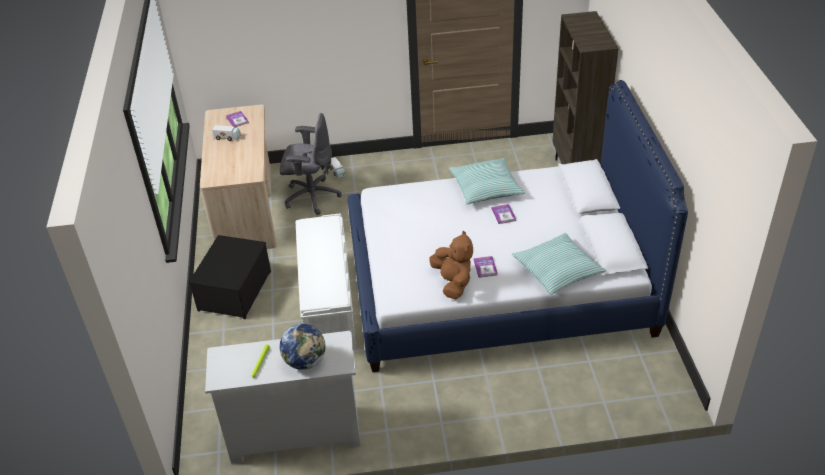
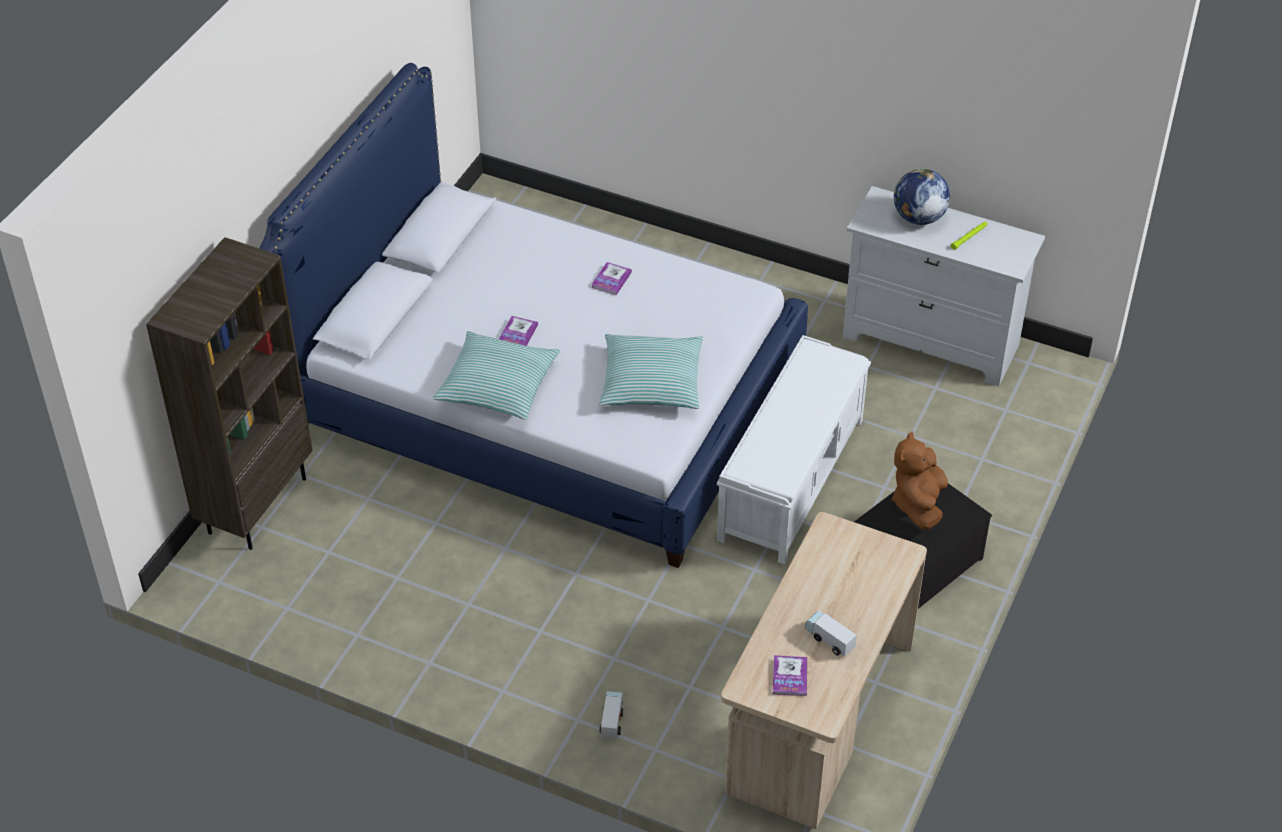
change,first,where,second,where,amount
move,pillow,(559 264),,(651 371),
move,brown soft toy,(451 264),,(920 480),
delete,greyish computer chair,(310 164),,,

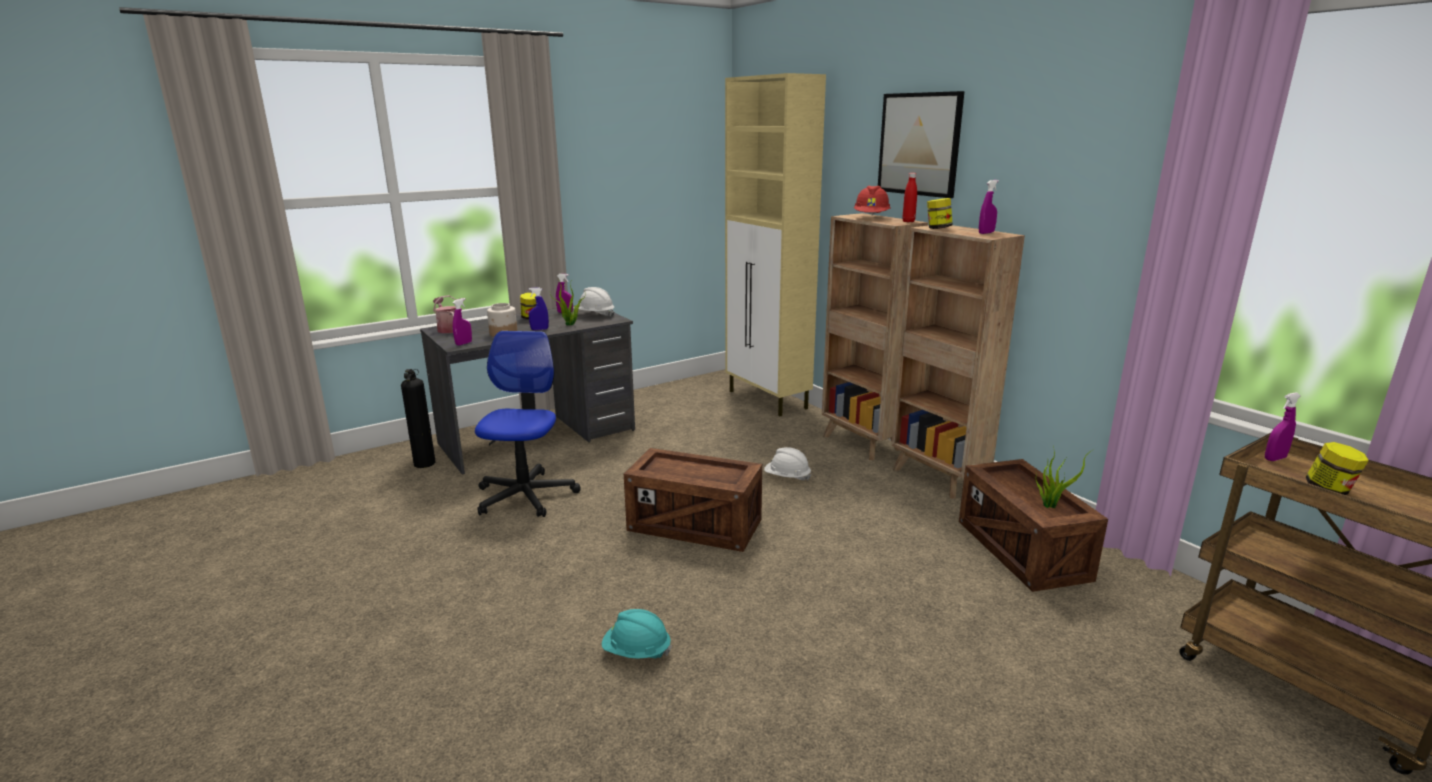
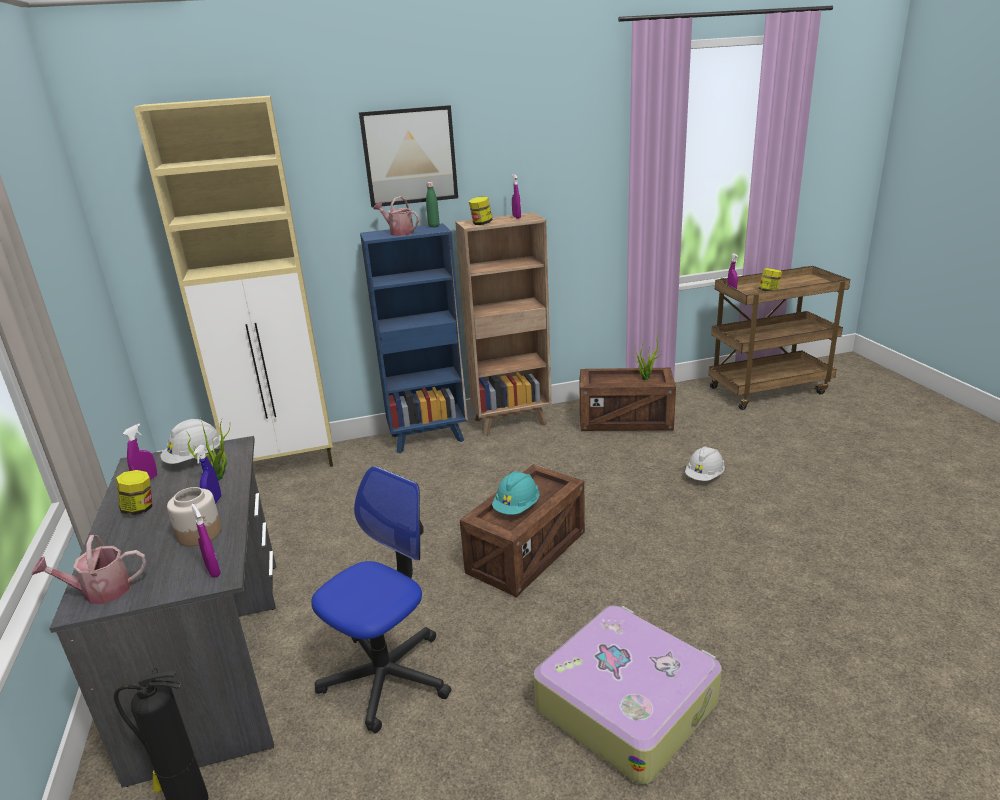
change,first,where,second,where,amount
rotate,computer chair,(528 424),,(381 599),105 degrees clockwise
recolor,brown shelving unit,(875 336),blue-coloured shelving unit,(414 338),
replace,red work helmet,(872 201),sprinkling can,(396 216),
recolor,red beverage bottle,(909 197),green-coloured beverage bottle,(433 204),
move,turquoise-coloured work helmet,(637 634),,(516 493),
insert,,,travel case,(628 695),
move,whitish work helmet,(788 464),,(705 463),

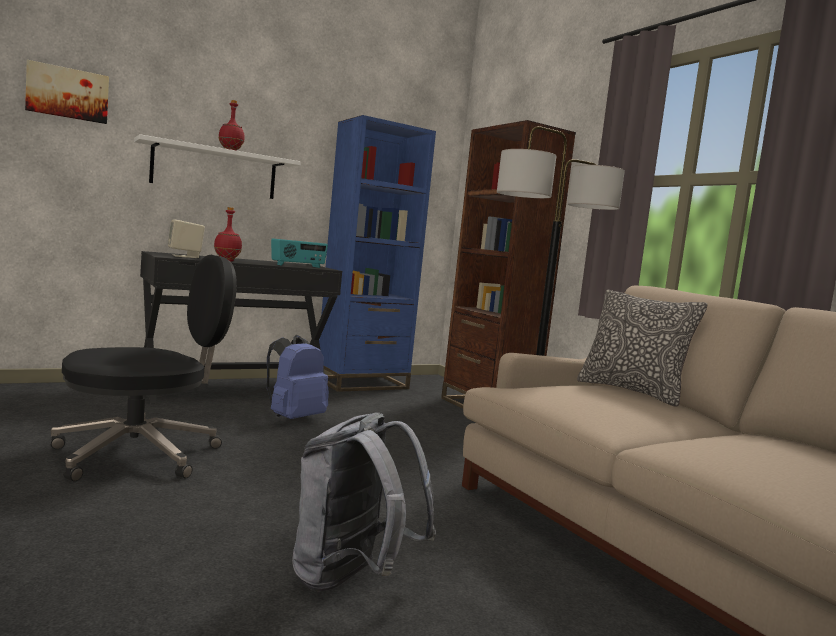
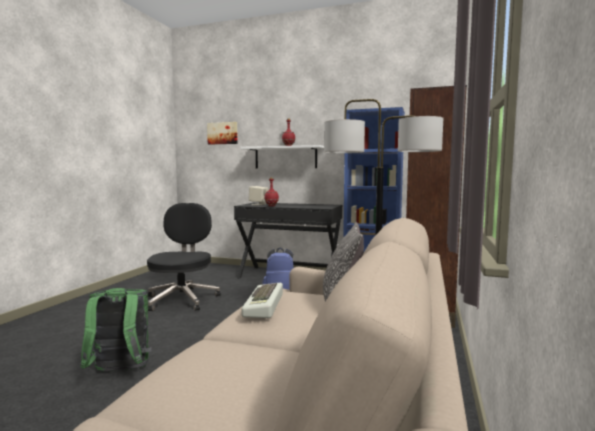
change,first,where,second,where,amount
recolor,greyish rucksack,(364 502),green-coloured rucksack,(116 330),
rotate,blackish computer chair,(144 368),,(184 257),105 degrees counterclockwise
insert,,,keyboard,(262 300),
delete,radio set,(299 253),,,

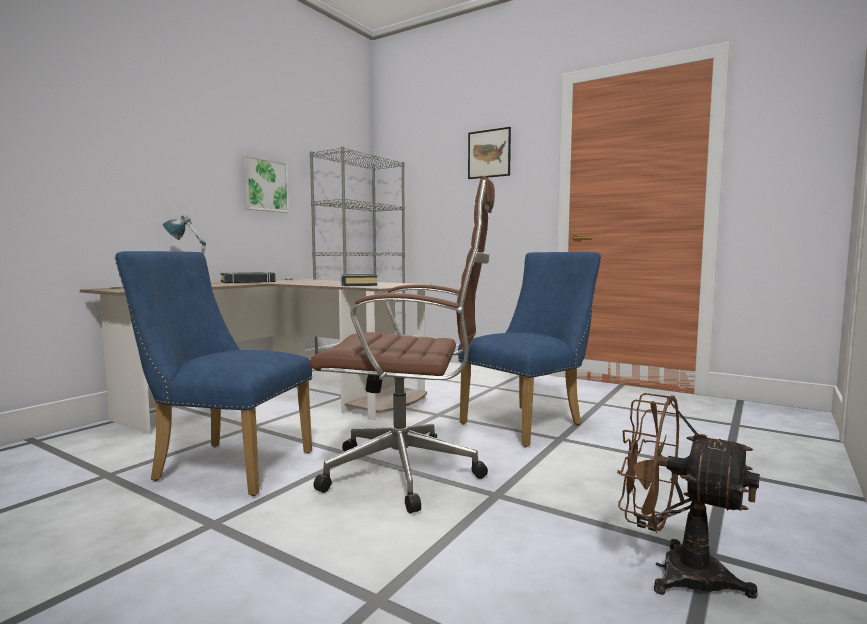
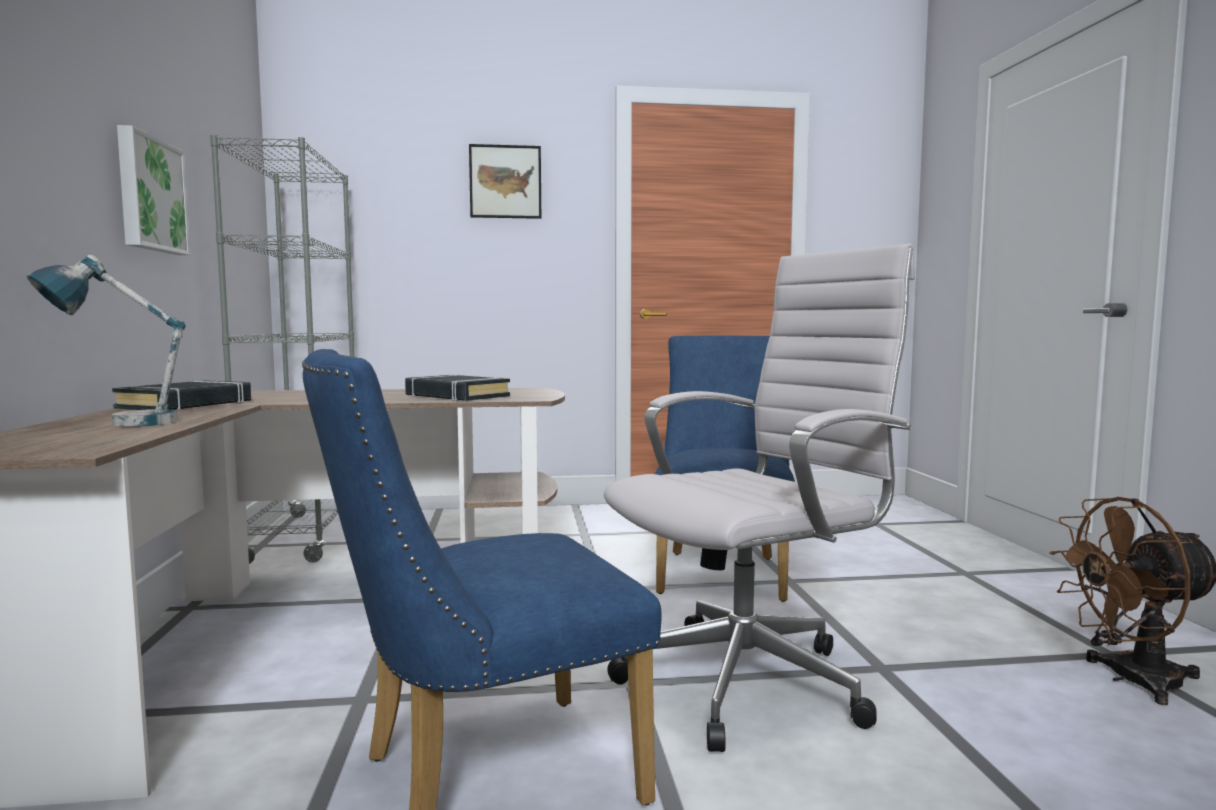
change,first,where,second,where,amount
recolor,brown computer chair,(402 345),whitish computer chair,(759 498),

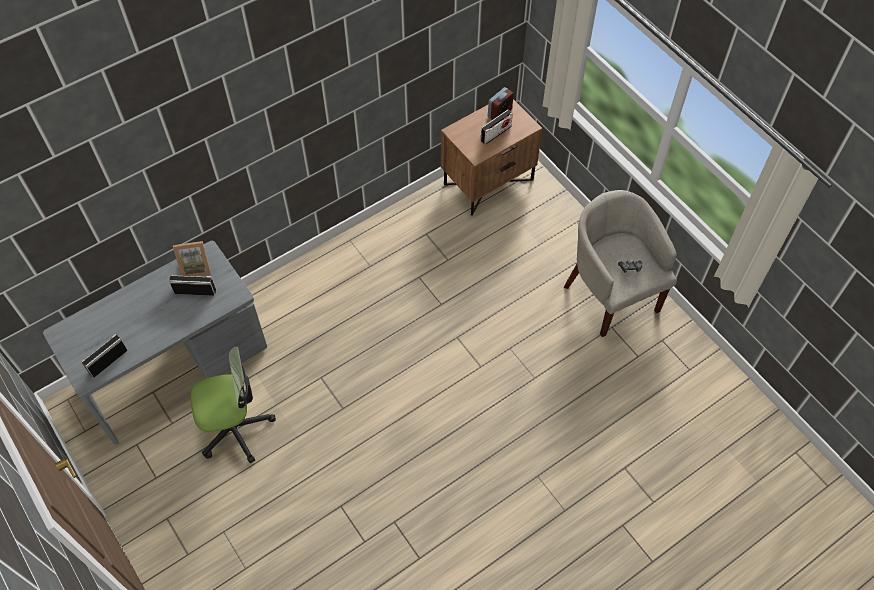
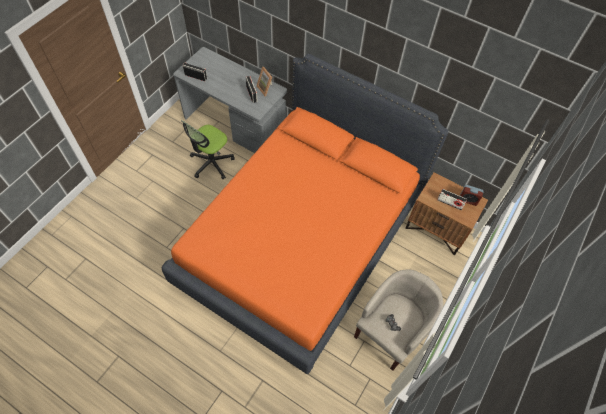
change,first,where,second,where,amount
insert,,,orange-coloured sleeping bed,(305 214),
rotate,computer chair,(233 404),,(208 149),75 degrees clockwise

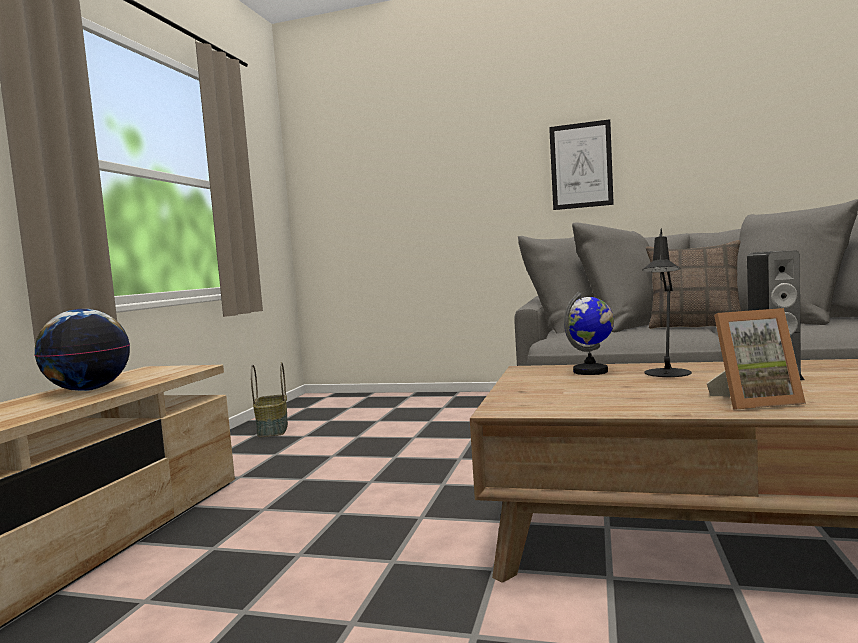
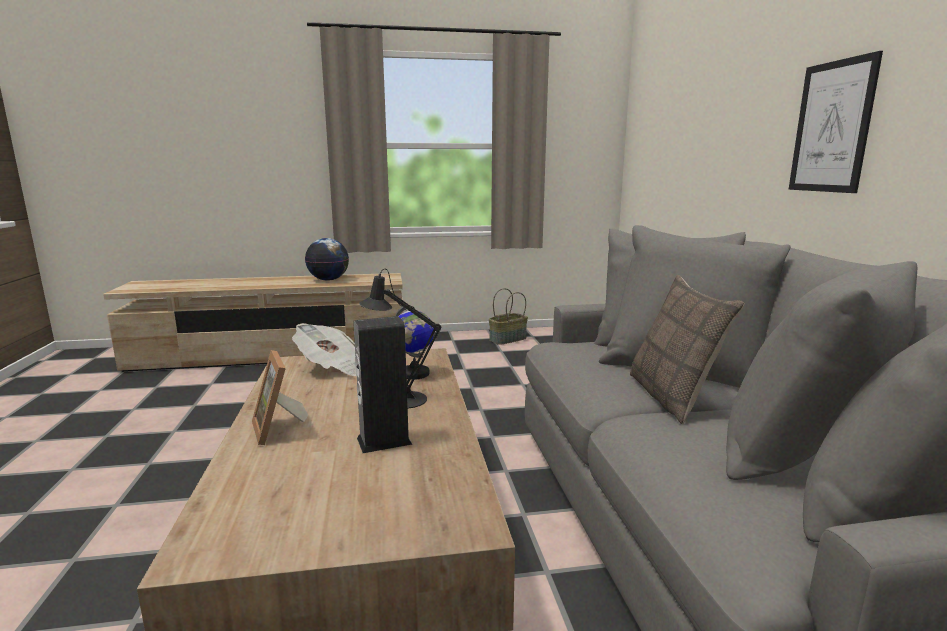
change,first,where,second,where,amount
insert,,,printed paper,(324 349),

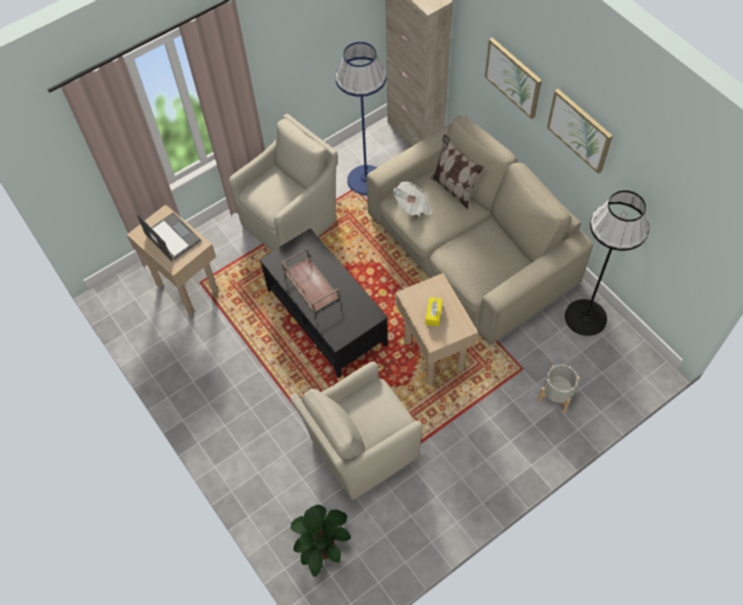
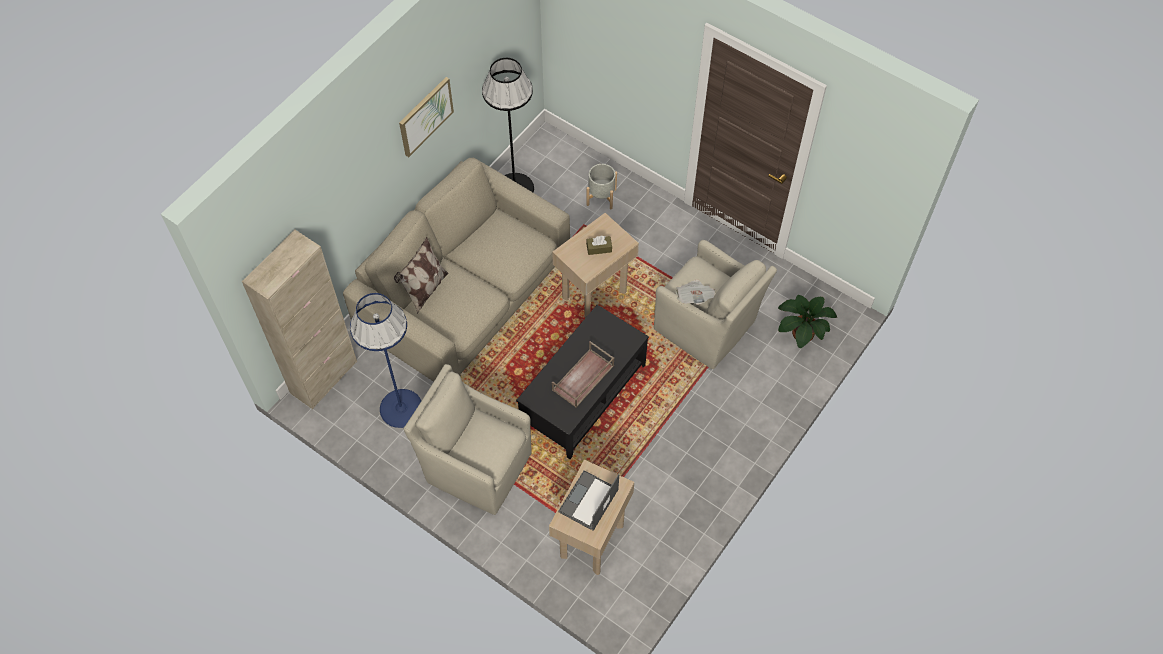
change,first,where,second,where,amount
recolor,yellowish box of tissues,(434 311),brown box of tissues,(599 245),
move,printed paper,(413 198),,(695 292),
delete,wall picture,(513 78),,,

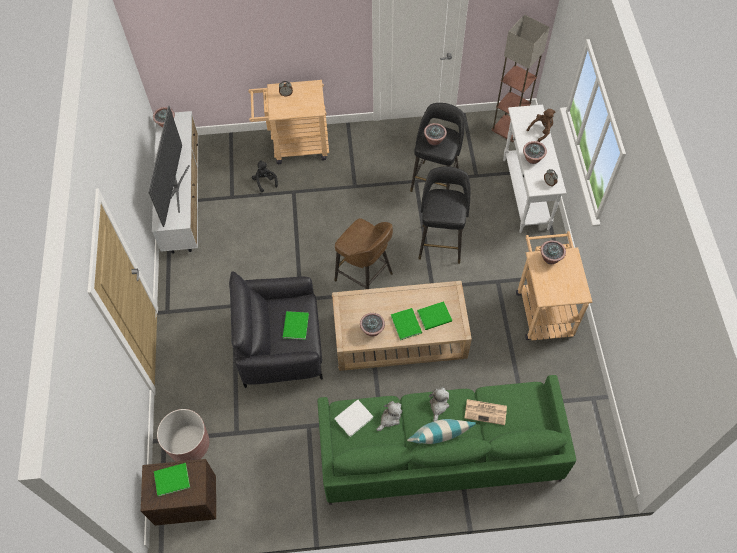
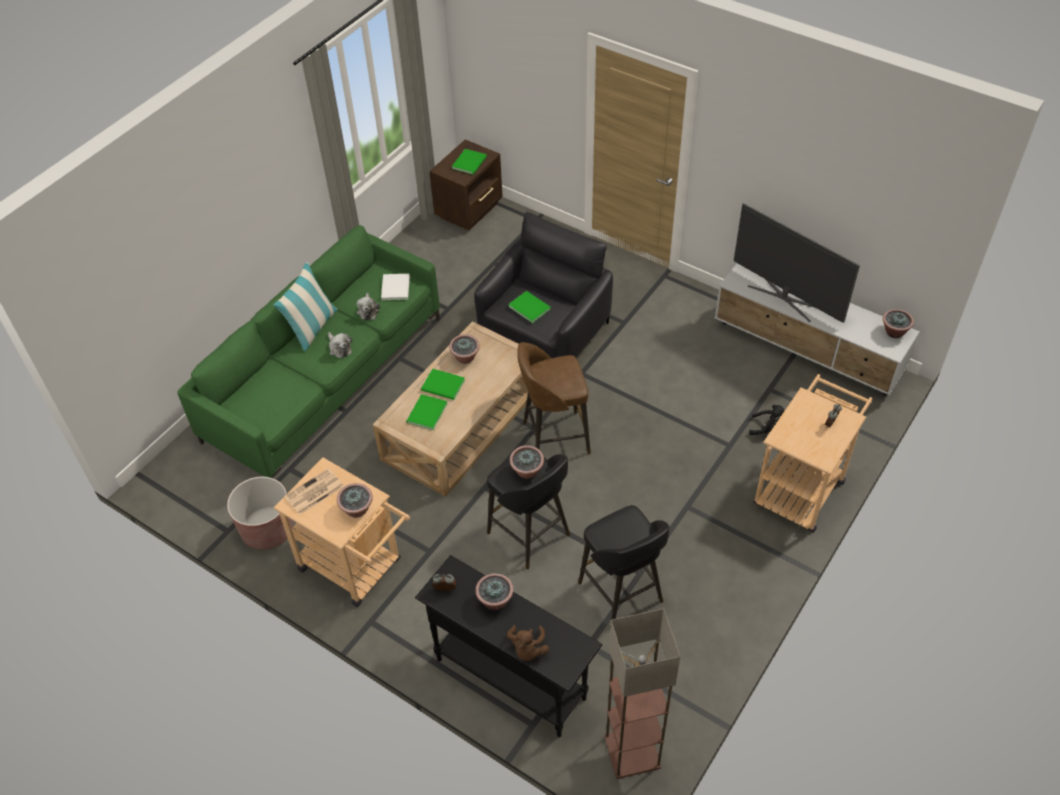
change,first,where,second,where,amount
move,brown plant pot,(183 435),,(260 513),
move,printed paper,(485 412),,(314 491),
recolor,whitish console table,(534 169),blackish console table,(509 646),
move,plant in a pot,(435 134),,(527 462),

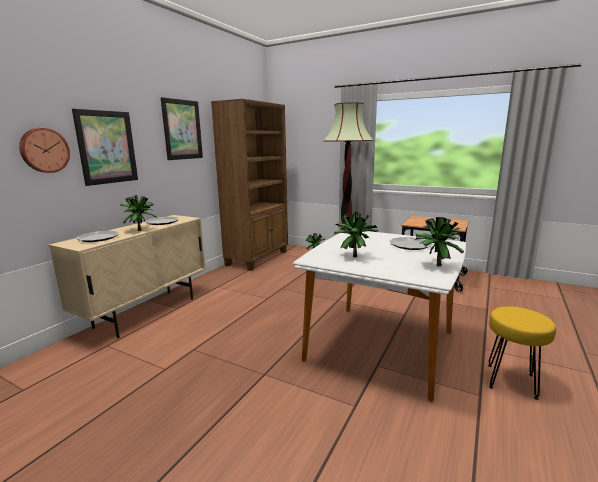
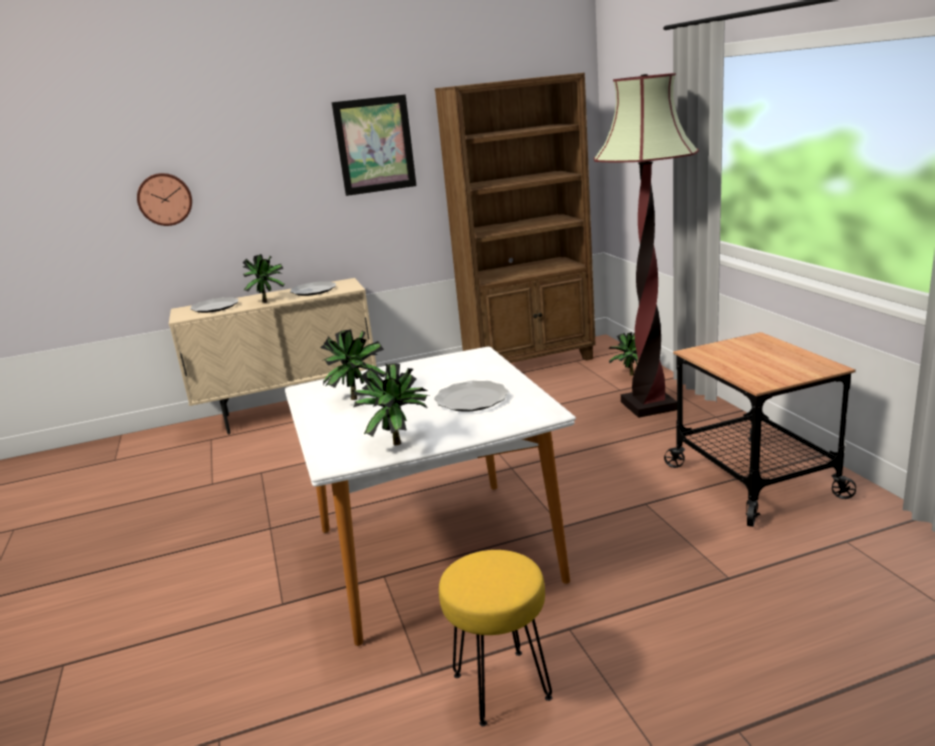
change,first,where,second,where,amount
delete,wall picture,(105 147),,,

